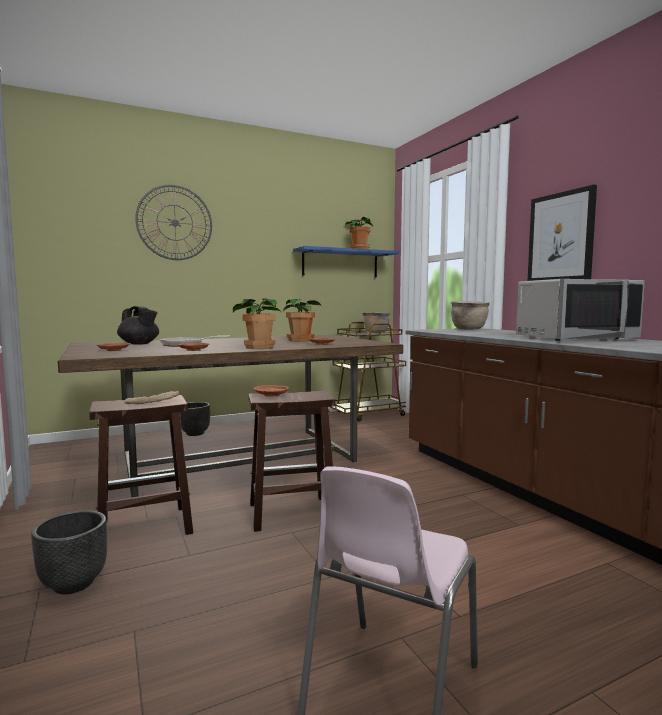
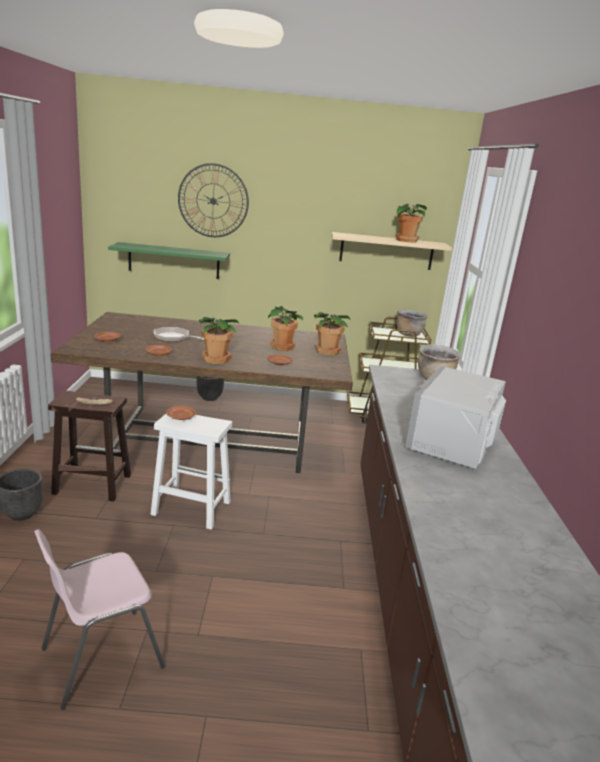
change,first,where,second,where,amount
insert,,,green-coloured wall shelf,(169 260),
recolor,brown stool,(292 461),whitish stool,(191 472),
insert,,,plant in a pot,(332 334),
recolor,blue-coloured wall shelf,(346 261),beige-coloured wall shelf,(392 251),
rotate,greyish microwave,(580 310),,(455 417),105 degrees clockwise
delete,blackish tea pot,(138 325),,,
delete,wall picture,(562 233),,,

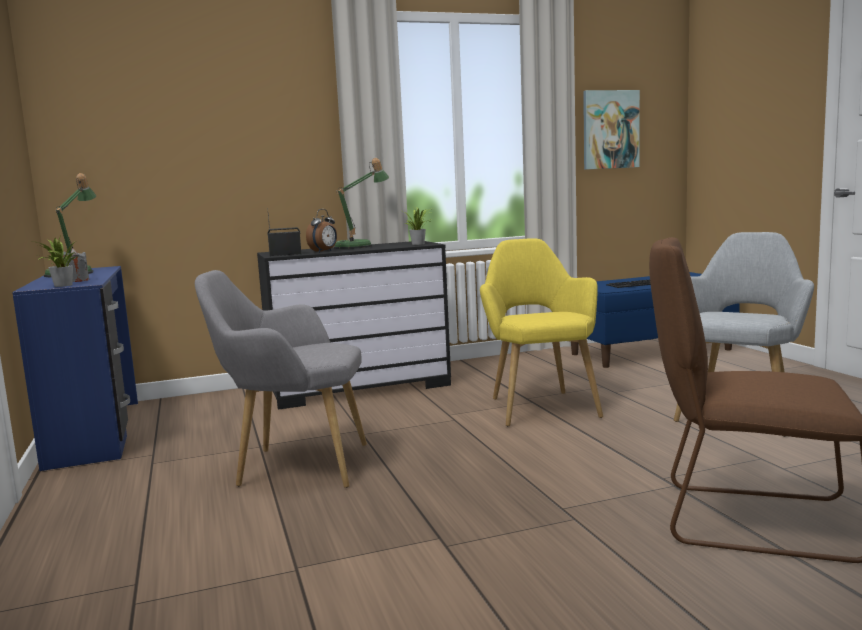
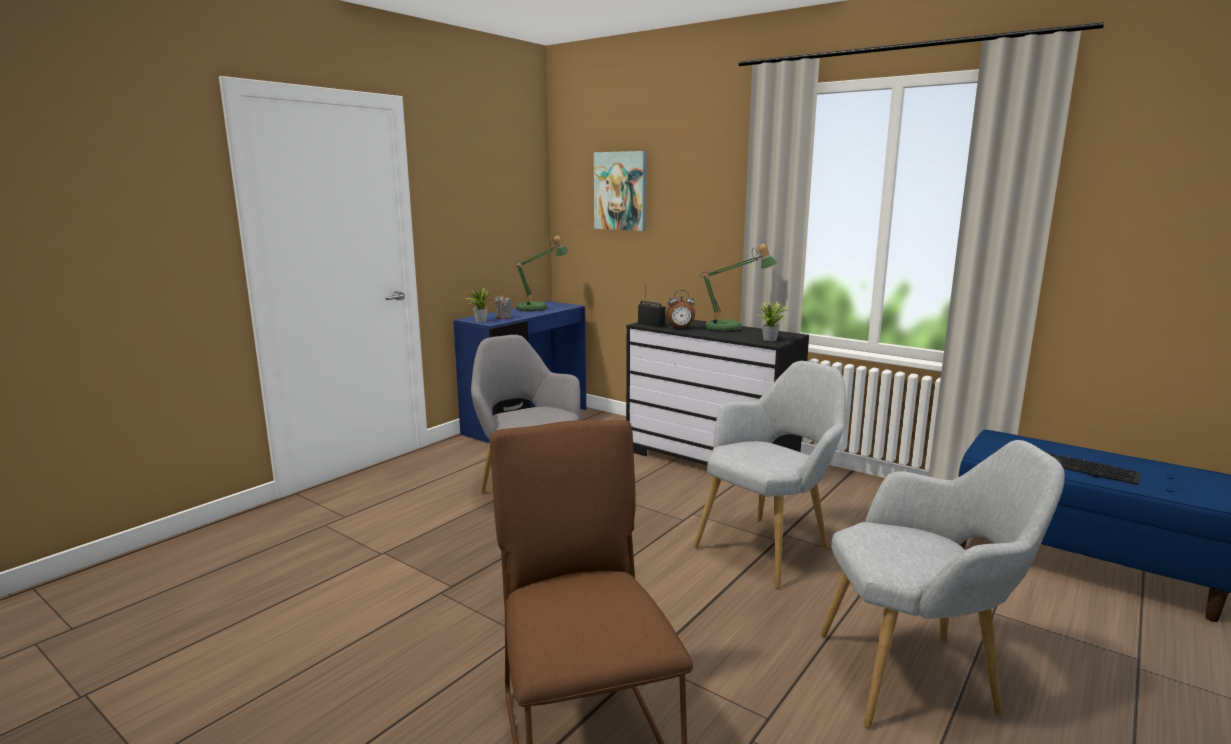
change,first,where,second,where,amount
move,wall picture,(611 130),,(620 191),
recolor,yellowish lounge chair,(541 332),greyish lounge chair,(770 475),

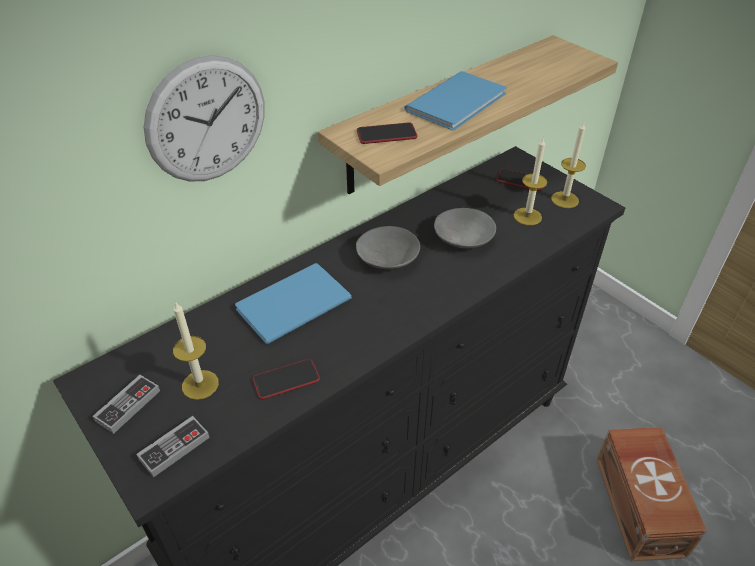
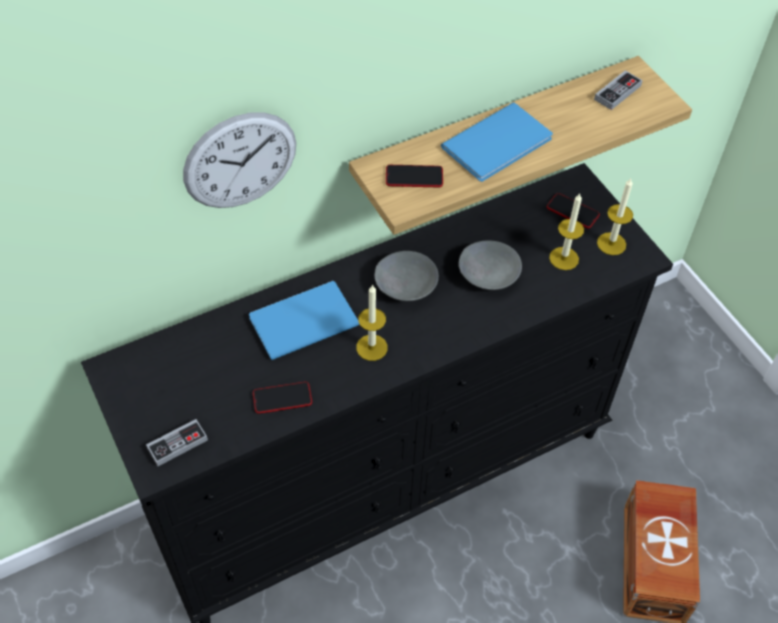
change,first,where,second,where,amount
move,wax candle,(196 351),,(372 322),
move,gamepad,(126 404),,(618 90),

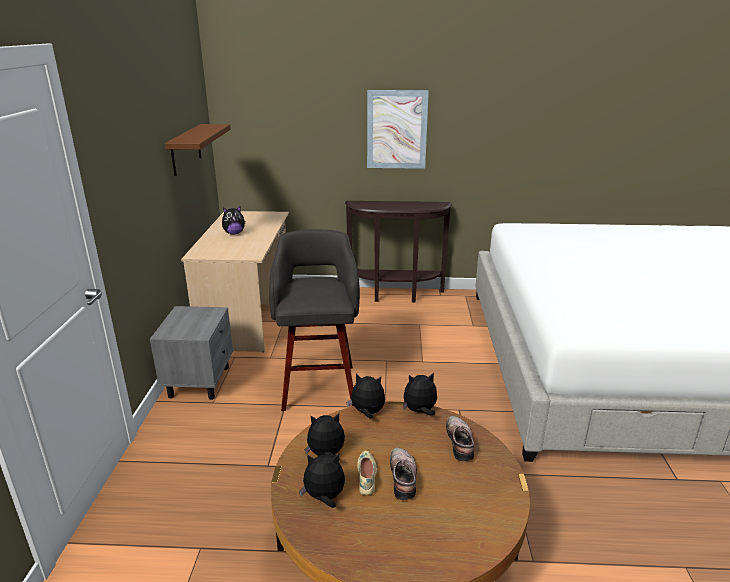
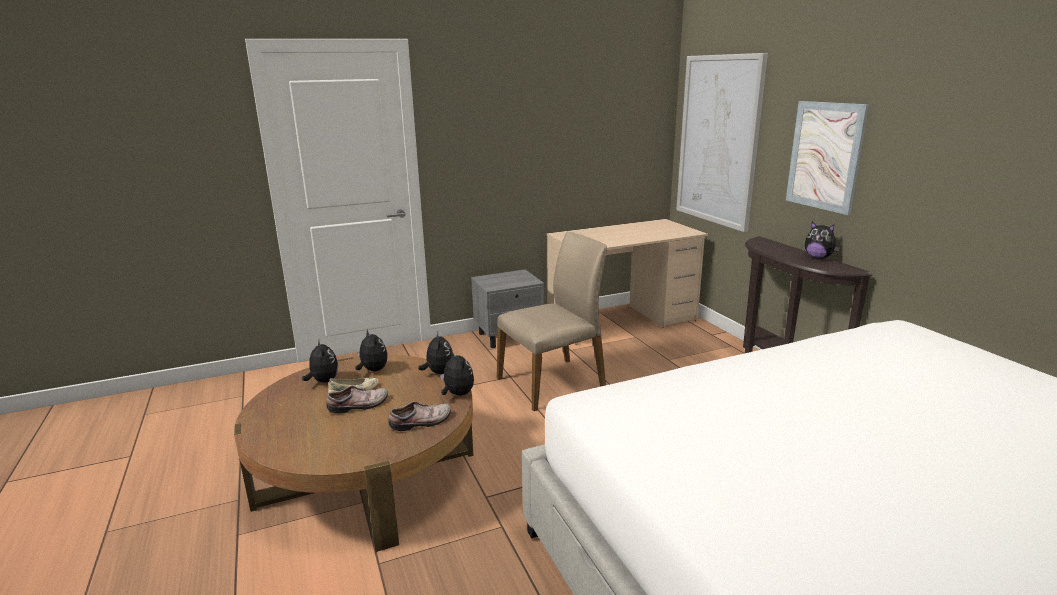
change,first,where,second,where,amount
replace,greyish stool,(314 320),beige-coloured chair,(552 321),
insert,,,wall picture,(722 142),
move,soft toy,(233 220),,(822 240),
delete,brown wall shelf,(198 150),,,

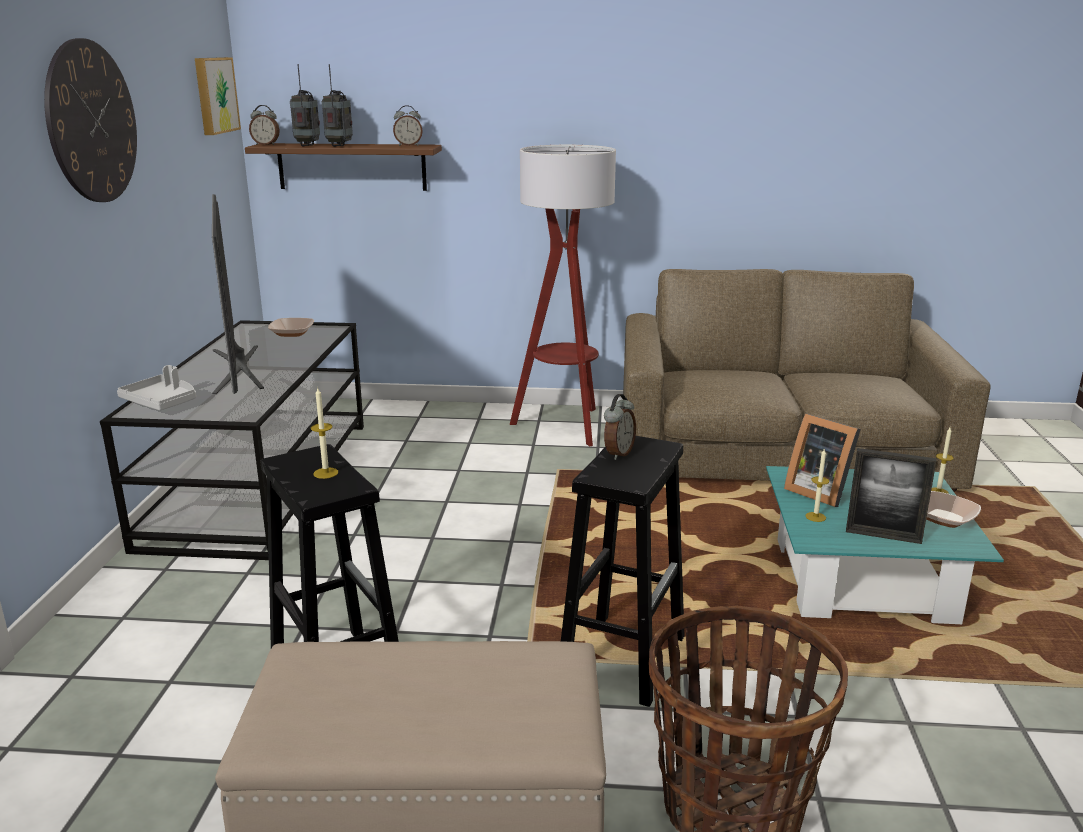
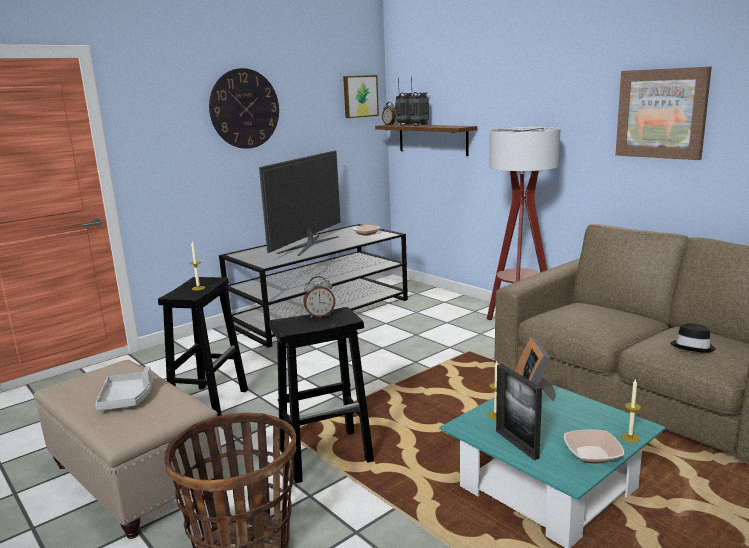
change,first,where,second,where,amount
move,greyish serving tray,(156 388),,(124 388),
insert,,,wall picture,(663 113),
insert,,,blackish hat,(693 338),
delete,alarm clock,(408 125),,,

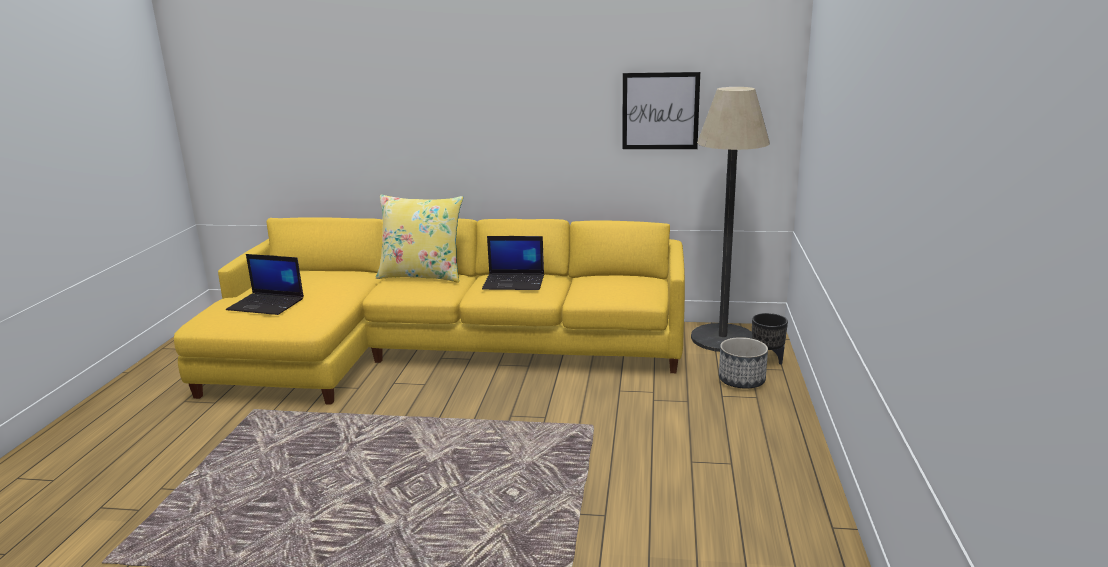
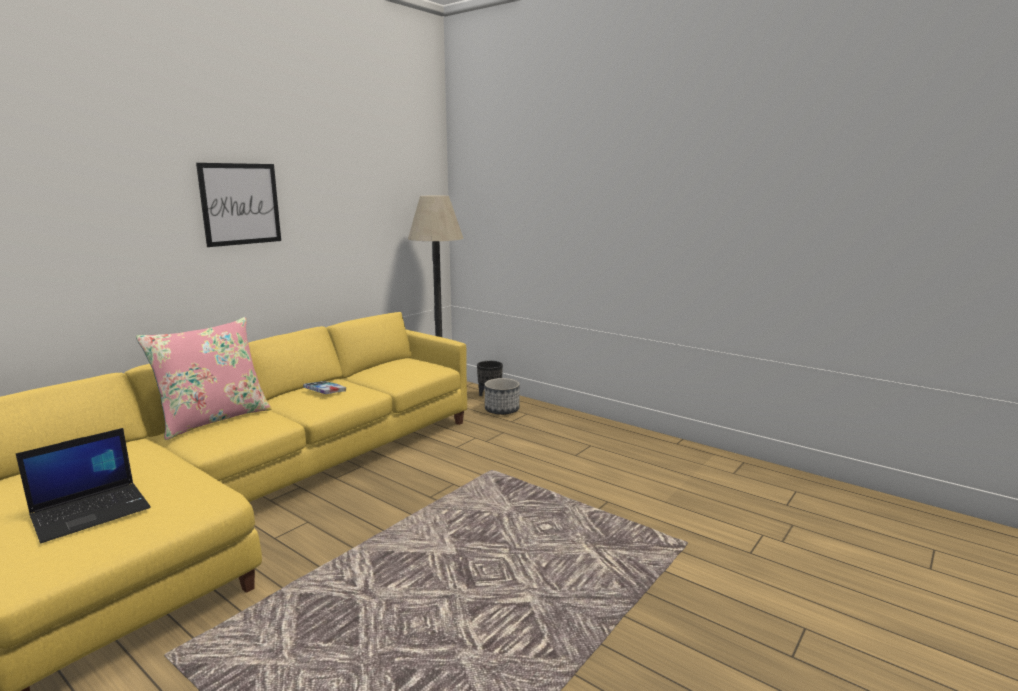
change,first,where,second,where,amount
recolor,yellowish pillow,(419 239),pinkish pillow,(203 378),
move,wall picture,(661 110),,(238 205),
replace,portable computer,(513 263),book,(324 387),

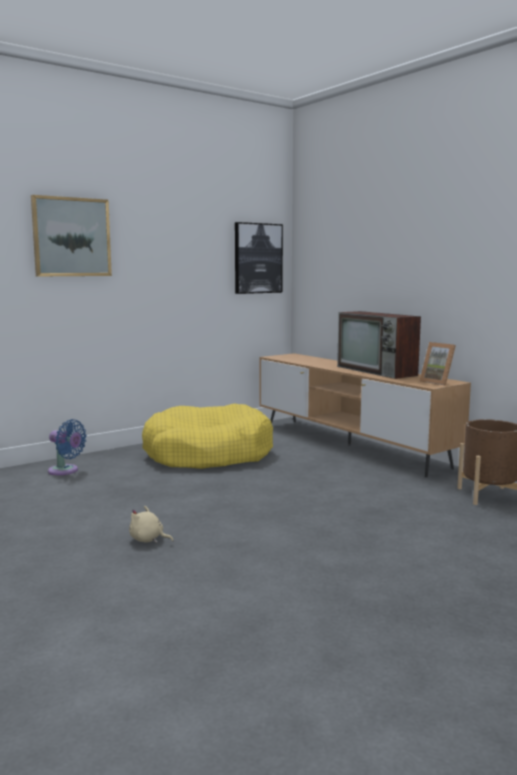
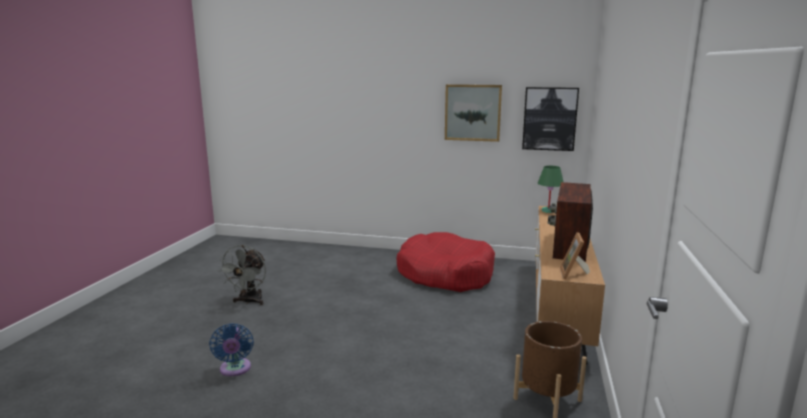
change,first,where,second,where,amount
move,blue-coloured electric fan,(67 447),,(231 349),
insert,,,greyish electric fan,(242 275),
recolor,yellowish pet bed,(207 436),red pet bed,(446 262),
move,wall picture,(71 235),,(473 113),
insert,,,green-coloured lamp for a table,(551 189),
delete,beige-coloured soft toy,(151 524),,,

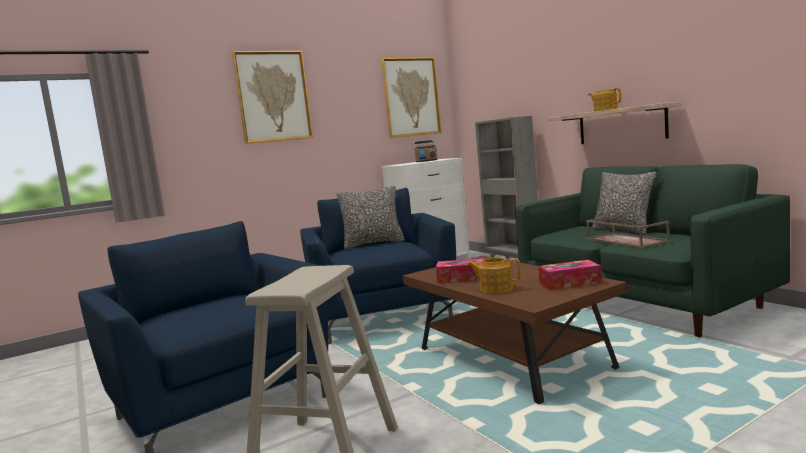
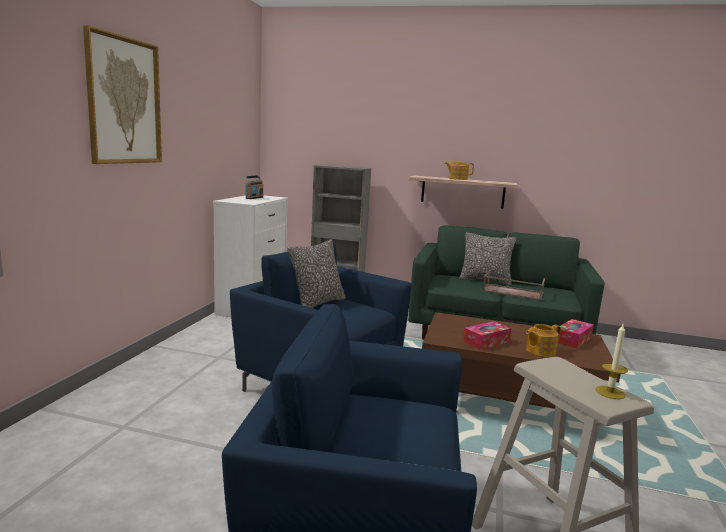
change,first,where,second,where,amount
insert,,,wax candle,(611 361),
delete,wall picture,(411 97),,,

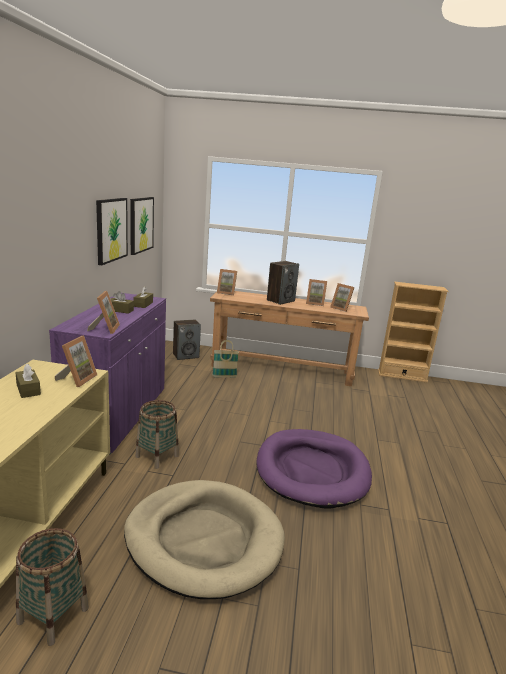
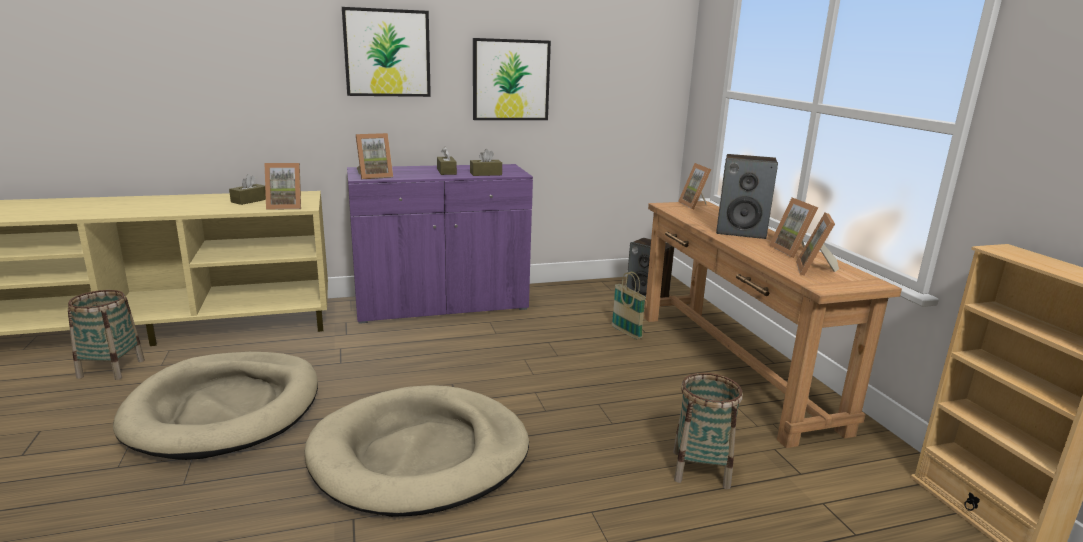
change,first,where,second,where,amount
recolor,purple pet bed,(314 469),beige-coloured pet bed,(416 451),
move,wall picture,(142 226),,(386 52),
move,basket,(157 434),,(708 431),

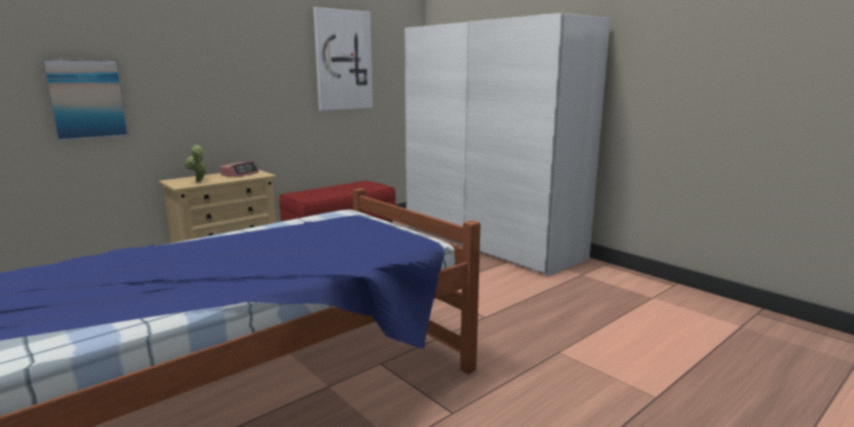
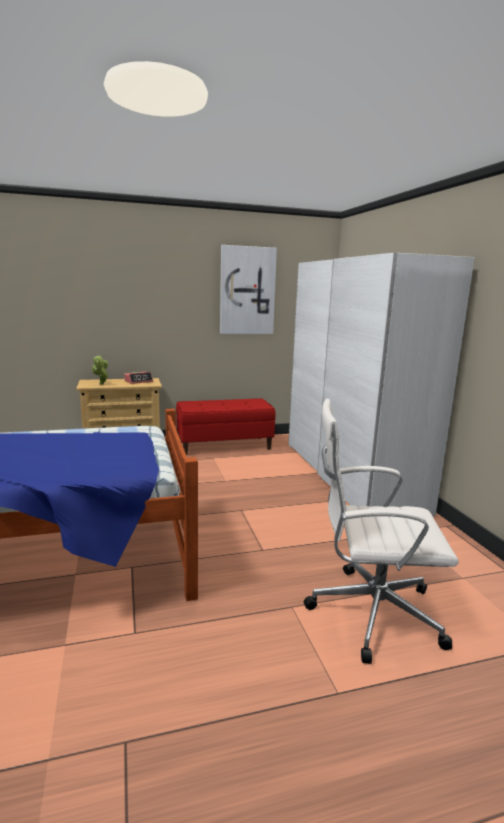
change,first,where,second,where,amount
insert,,,whitish computer chair,(381 531),
delete,wall picture,(85 99),,,

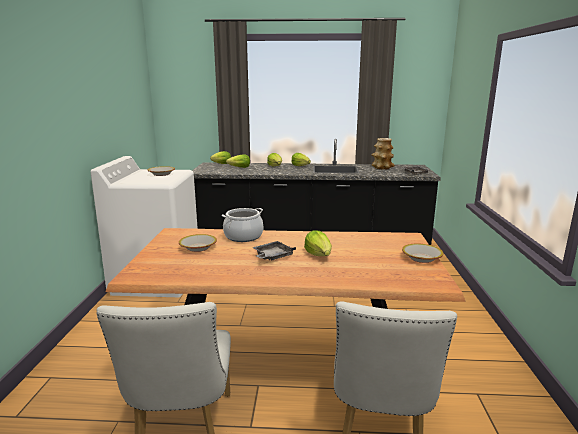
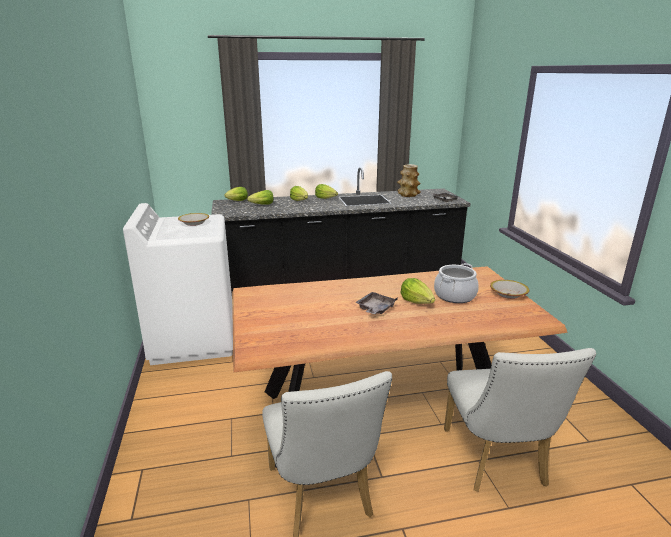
change,first,where,second,where,amount
move,stockpot,(242 225),,(456 283),
delete,bowl,(198 243),,,

